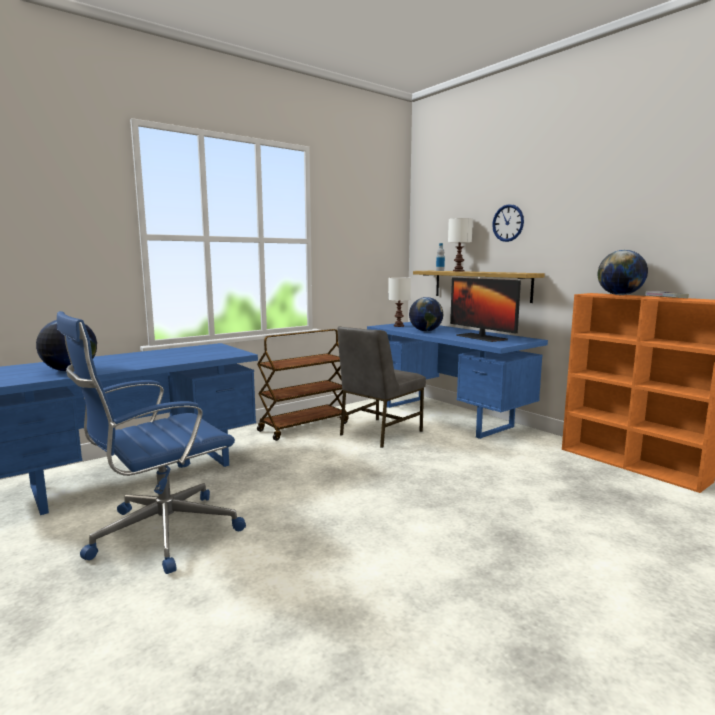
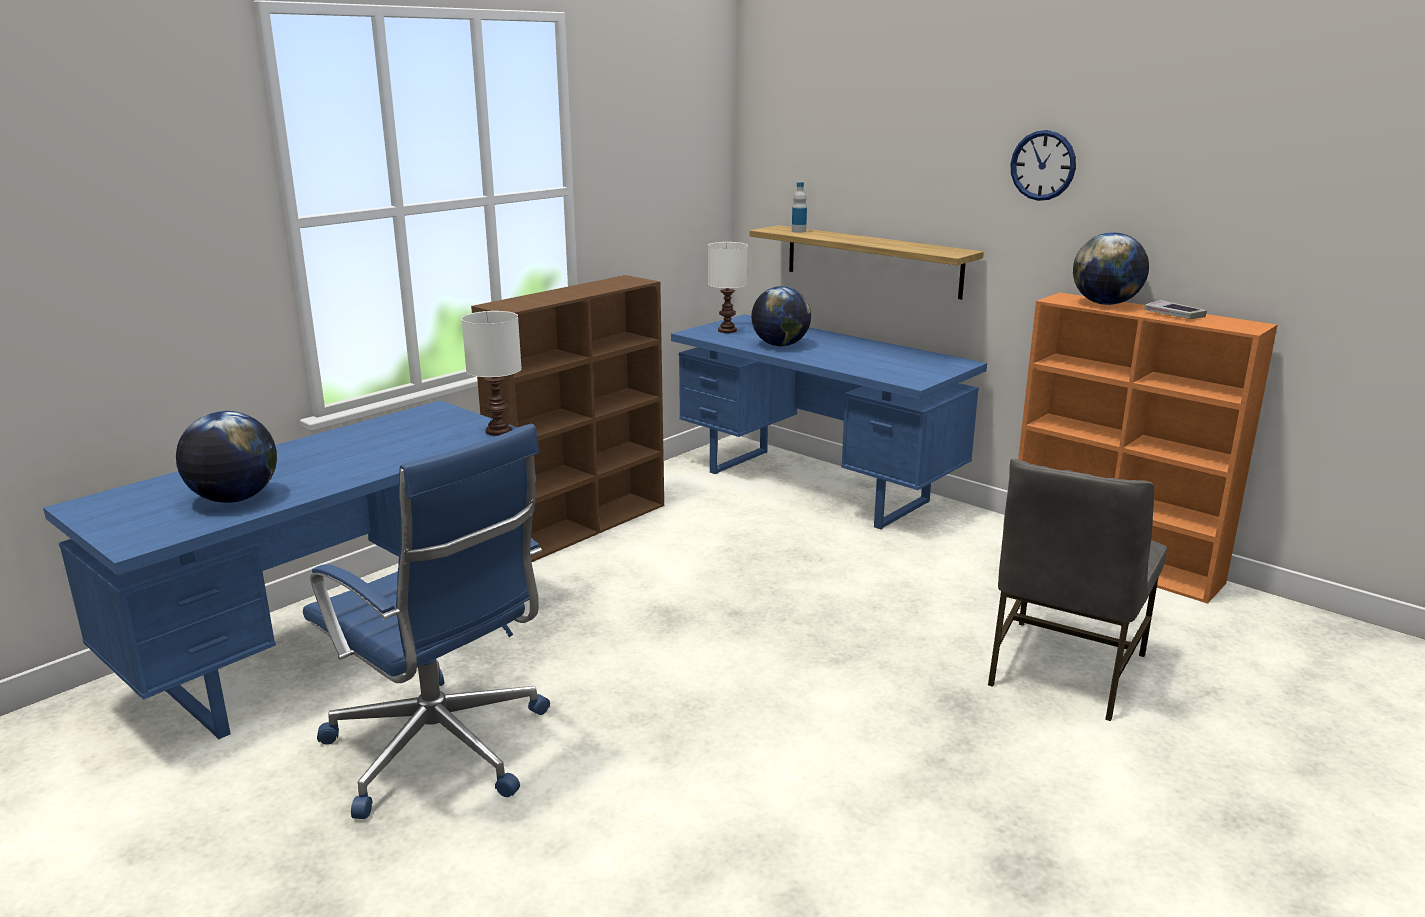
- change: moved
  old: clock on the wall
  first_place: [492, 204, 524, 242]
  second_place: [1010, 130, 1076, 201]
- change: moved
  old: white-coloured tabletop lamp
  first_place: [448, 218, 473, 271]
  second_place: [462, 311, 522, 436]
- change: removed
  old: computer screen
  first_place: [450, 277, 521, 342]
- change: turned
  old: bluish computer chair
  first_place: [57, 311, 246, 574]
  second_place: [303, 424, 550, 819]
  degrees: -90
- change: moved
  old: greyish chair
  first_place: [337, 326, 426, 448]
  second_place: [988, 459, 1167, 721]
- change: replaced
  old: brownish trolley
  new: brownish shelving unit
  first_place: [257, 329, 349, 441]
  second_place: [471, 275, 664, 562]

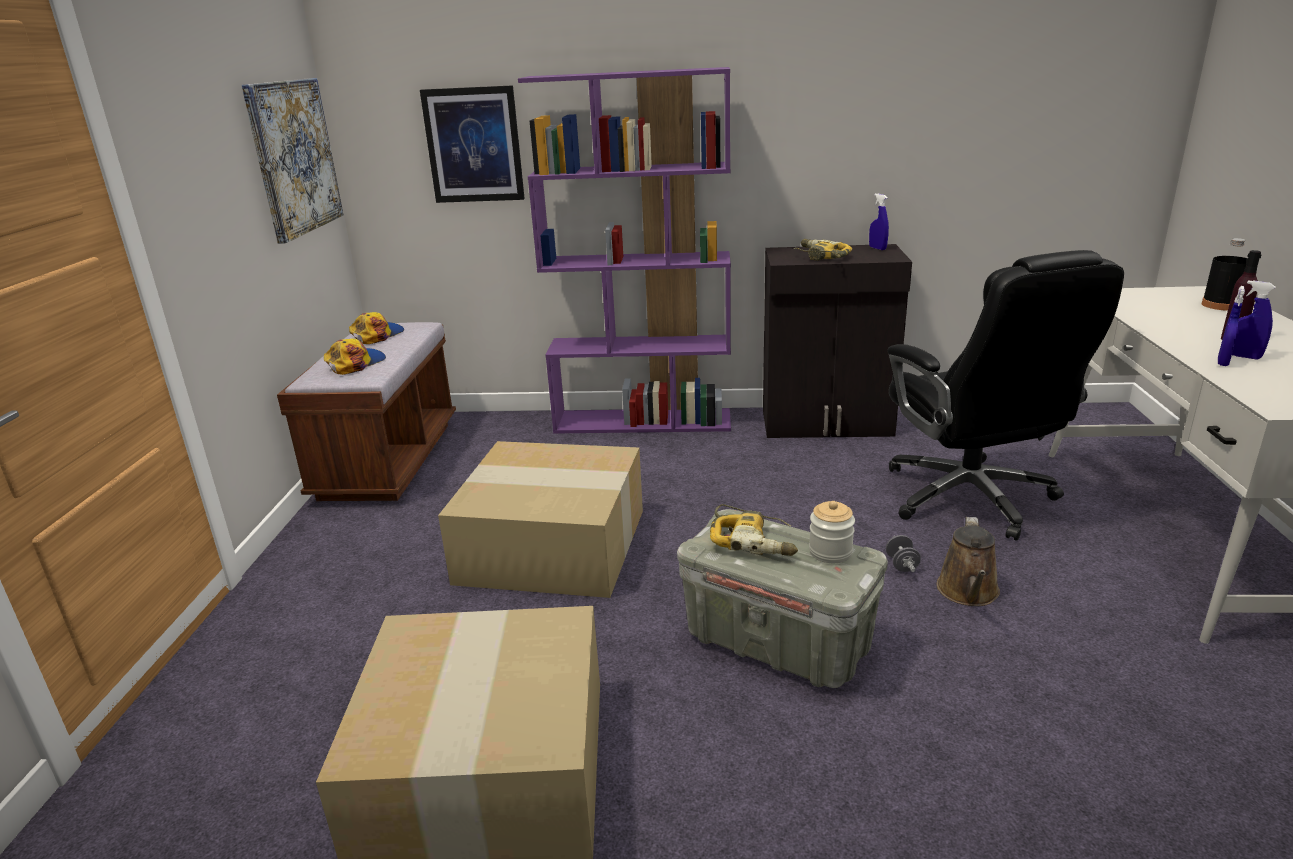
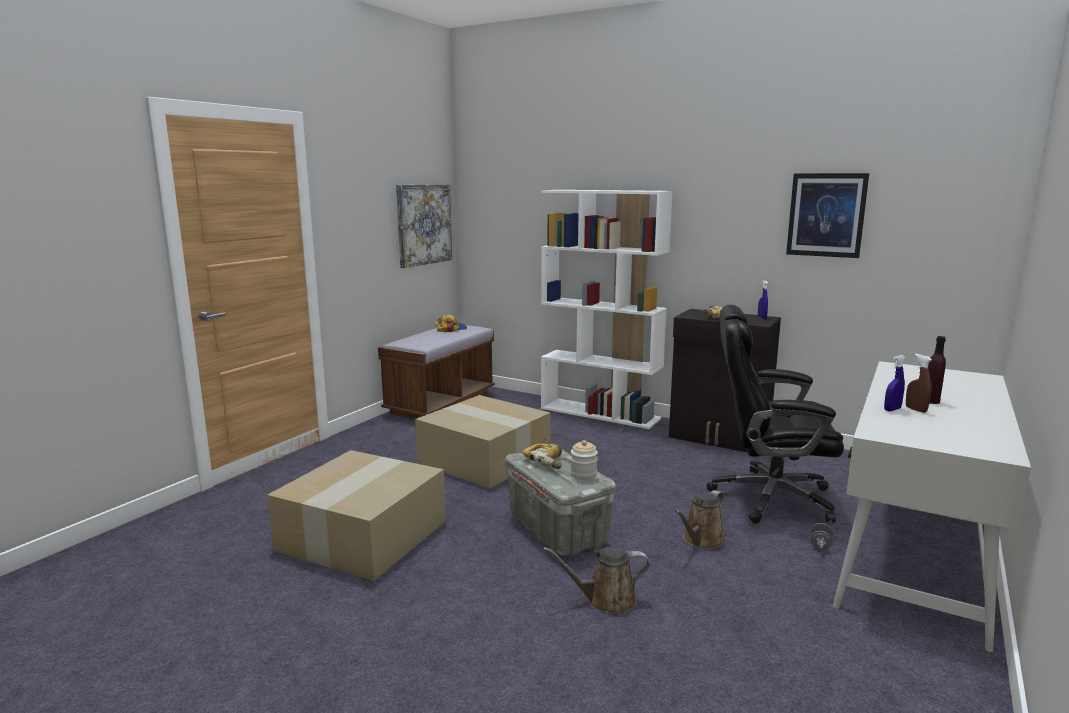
- change: recoloured
  old: purplish shelving unit
  new: white-coloured shelving unit
  first_place: [518, 67, 731, 434]
  second_place: [541, 190, 673, 429]
- change: moved
  old: wall picture
  first_place: [420, 85, 525, 203]
  second_place: [786, 173, 869, 258]
- change: removed
  old: black bottle
  first_place: [1202, 238, 1248, 311]
- change: turned
  old: black computer chair
  first_place: [887, 250, 1124, 541]
  second_place: [707, 305, 844, 524]
  degrees: 90
- change: recoloured
  old: bluish spray bottle
  new: brownish spray bottle
  first_place: [1232, 280, 1275, 359]
  second_place: [906, 354, 932, 413]
- change: removed
  old: cap
  first_place: [324, 338, 386, 375]
- change: moved
  old: greyish dumbbell
  first_place: [886, 535, 921, 572]
  second_place: [810, 523, 833, 550]
- change: added
  new: brownish watering pot
  second_place: [543, 546, 650, 614]

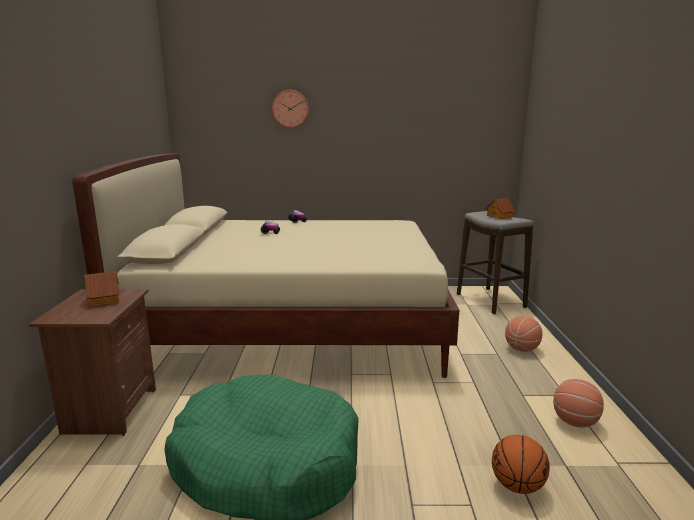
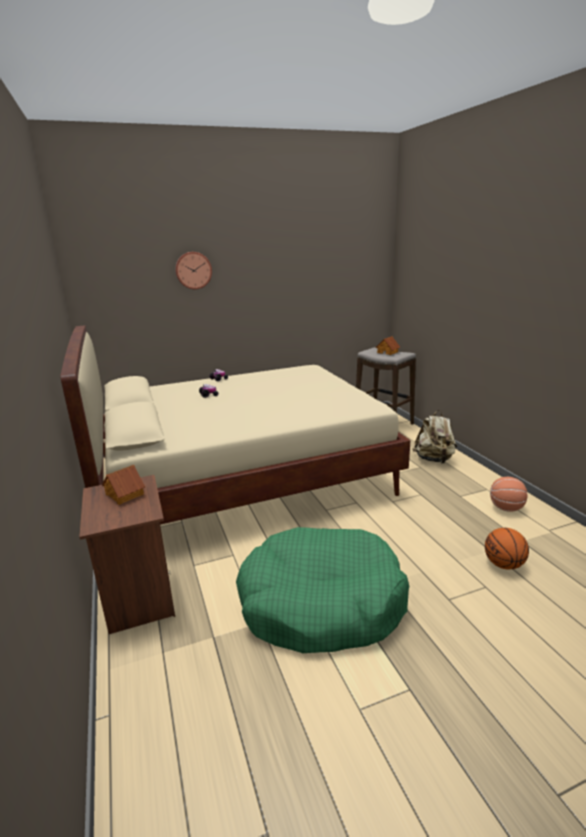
- change: replaced
  old: basketball ball
  new: sand-coloured knapsack
  first_place: [505, 316, 543, 352]
  second_place: [413, 410, 457, 464]

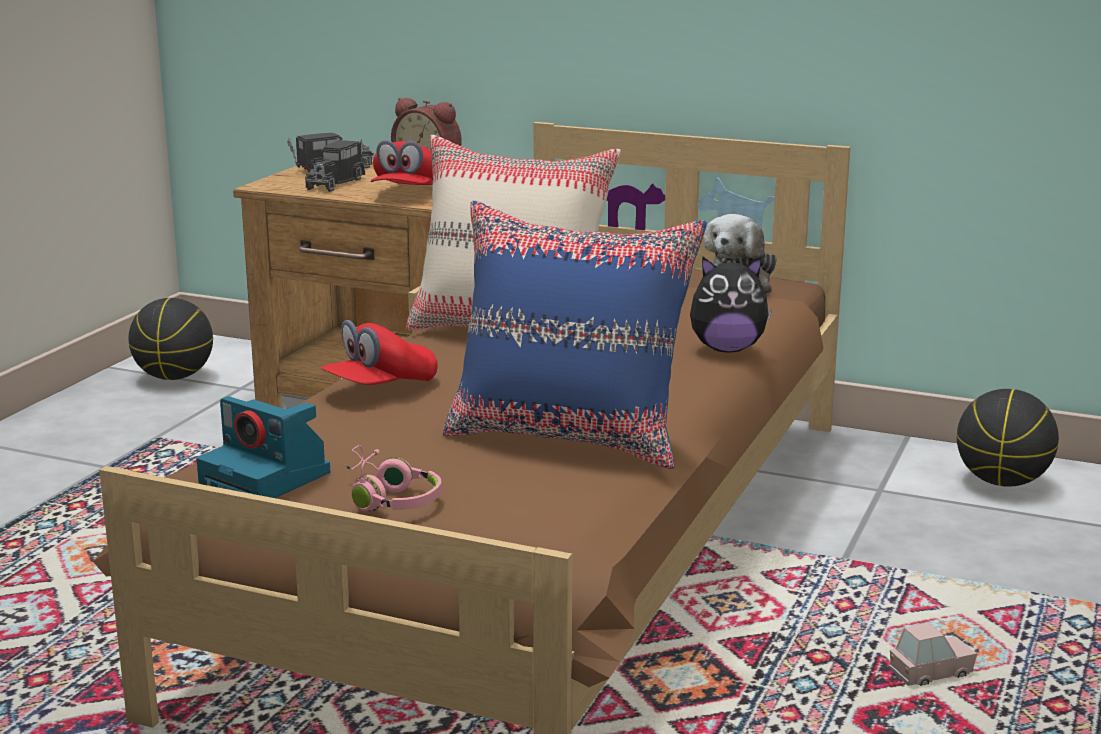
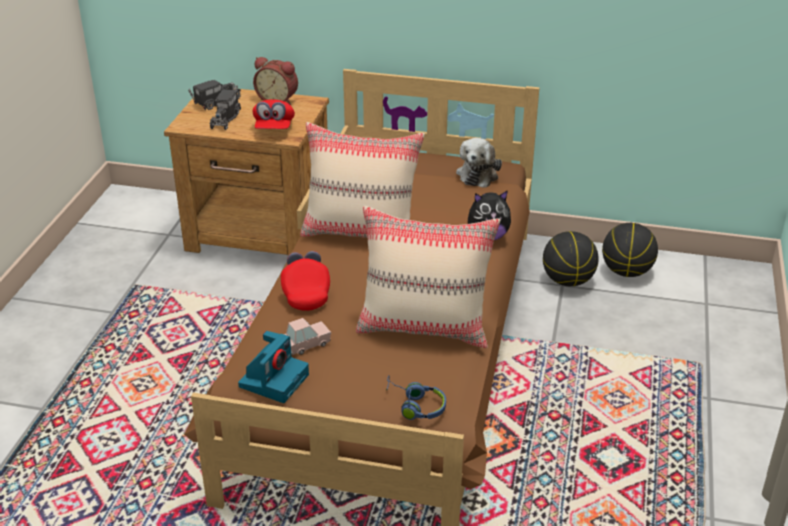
- change: recoloured
  old: bluish pillow
  new: sand-coloured pillow
  first_place: [443, 201, 707, 469]
  second_place: [356, 206, 500, 348]
- change: moved
  old: basketball ball
  first_place: [128, 298, 213, 380]
  second_place: [543, 231, 599, 286]
- change: turned
  old: red cap
  first_place: [320, 320, 438, 385]
  second_place: [281, 251, 330, 311]
  degrees: 135
- change: turned
  old: still camera
  first_place: [196, 396, 330, 498]
  second_place: [238, 331, 309, 403]
  degrees: -90
- change: removed
  old: pinkish pair of headphones
  first_place: [345, 445, 442, 511]
- change: moved
  old: pinkish toy car
  first_place: [890, 623, 977, 686]
  second_place: [284, 318, 331, 355]
- change: added
  new: bluish pair of headphones
  second_place: [386, 375, 446, 420]

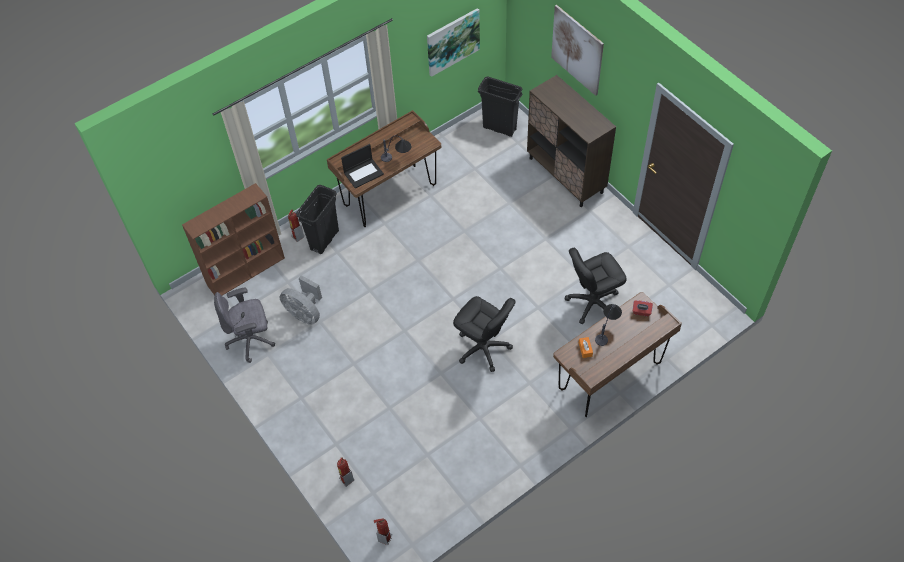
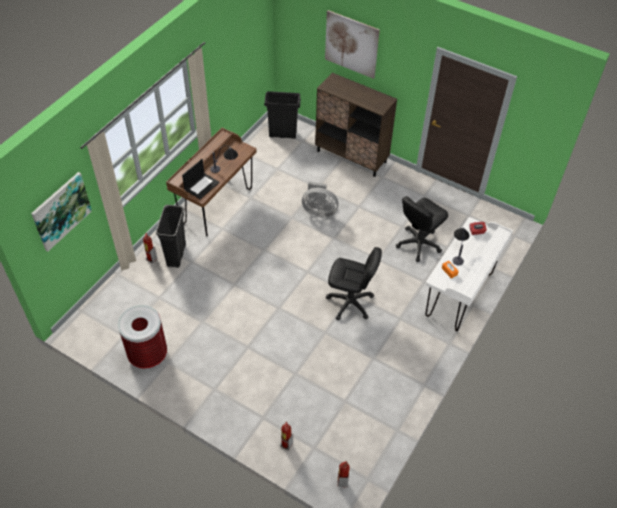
- change: moved
  old: wall picture
  first_place: [427, 8, 480, 77]
  second_place: [31, 172, 92, 251]
- change: removed
  old: brownish shelving unit
  first_place: [182, 183, 285, 296]
- change: moved
  old: greyish fan
  first_place: [280, 275, 322, 325]
  second_place: [302, 181, 339, 217]
- change: replaced
  old: greyish computer chair
  new: waste bin
  first_place: [214, 288, 275, 363]
  second_place: [118, 305, 167, 369]
- change: recoloured
  old: brownish desk
  new: white-coloured desk
  first_place: [553, 292, 682, 417]
  second_place: [425, 217, 513, 331]

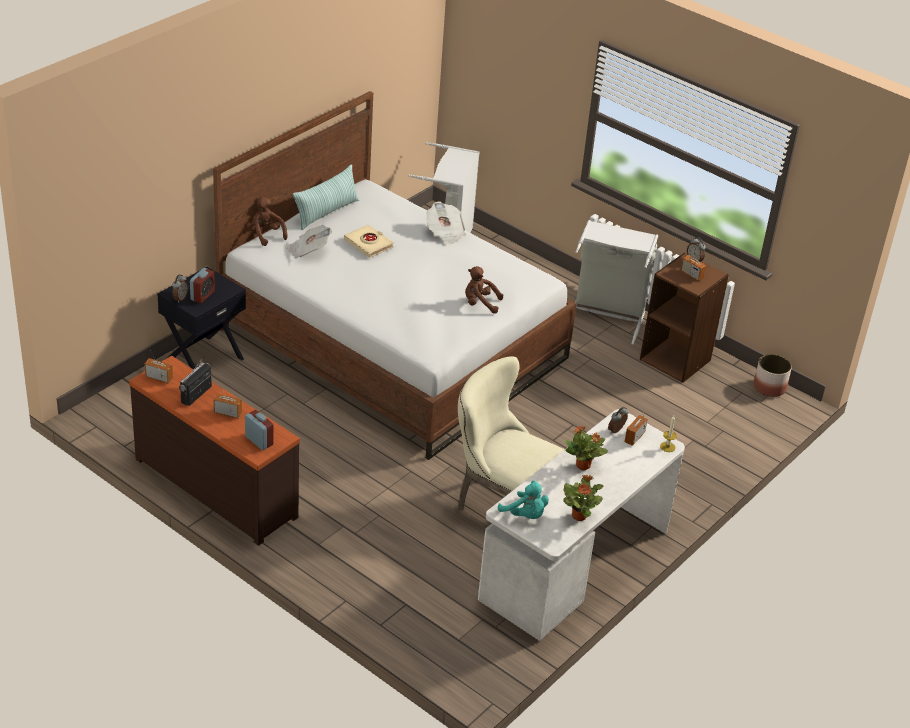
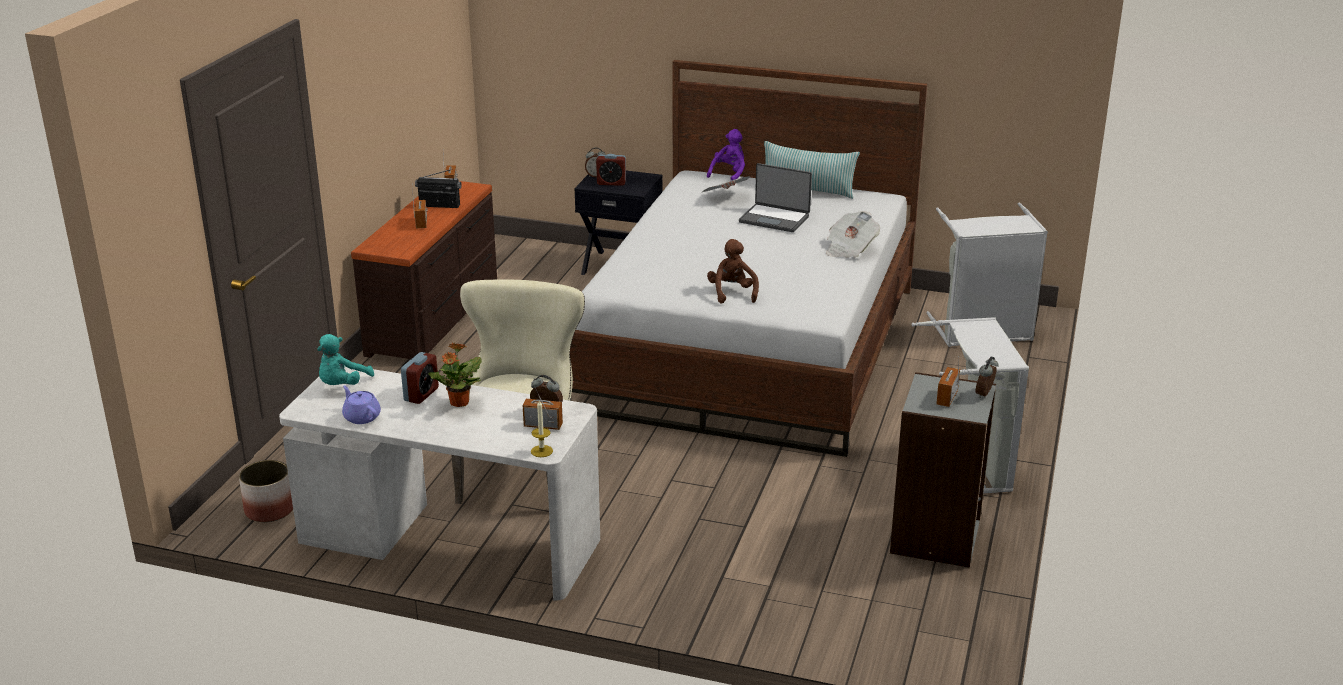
- change: recoloured
  old: brownish cuddly toy
  new: purplish cuddly toy
  first_place: [247, 197, 288, 246]
  second_place: [707, 129, 745, 181]
- change: replaced
  old: sand-coloured book
  new: portable computer
  first_place: [344, 225, 394, 258]
  second_place: [739, 163, 812, 232]
- change: recoloured
  old: brownish shelving unit
  new: greyish shelving unit
  first_place: [640, 253, 729, 383]
  second_place: [890, 372, 996, 568]
- change: moved
  old: plant pot
  first_place: [753, 354, 792, 397]
  second_place: [239, 460, 293, 522]
- change: moved
  old: alarm clock
  first_place: [245, 410, 273, 450]
  second_place: [401, 352, 439, 404]
- change: replaced
  old: plant in a pot
  new: purplish tea pot
  first_place: [563, 475, 603, 521]
  second_place: [342, 385, 381, 424]

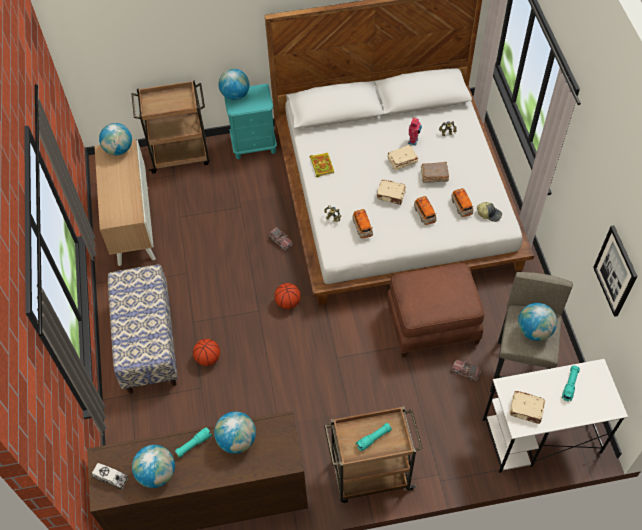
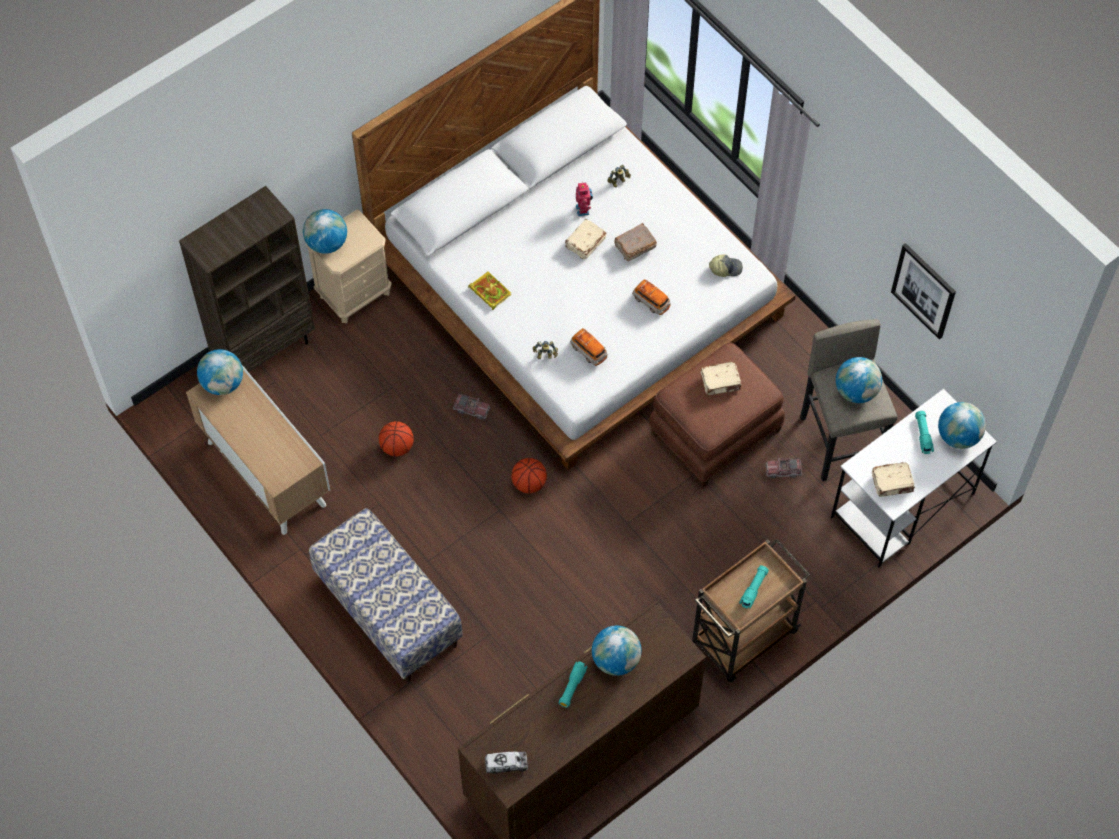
- change: replaced
  old: brownish trolley
  new: brownish shelving unit
  first_place: [132, 80, 210, 174]
  second_place: [179, 186, 315, 372]
- change: recoloured
  old: turquoise-coloured night table
  new: sand-coloured night table
  first_place: [224, 84, 277, 160]
  second_place: [306, 209, 392, 323]
- change: moved
  old: sand-coloured book
  first_place: [376, 180, 406, 205]
  second_place: [701, 362, 741, 395]
- change: removed
  old: toy car
  first_place: [451, 188, 473, 217]
- change: moved
  old: basketball ball
  first_place: [193, 339, 220, 366]
  second_place: [378, 421, 414, 457]
- change: moved
  old: world globe
  first_place: [132, 445, 175, 488]
  second_place: [938, 402, 986, 449]

